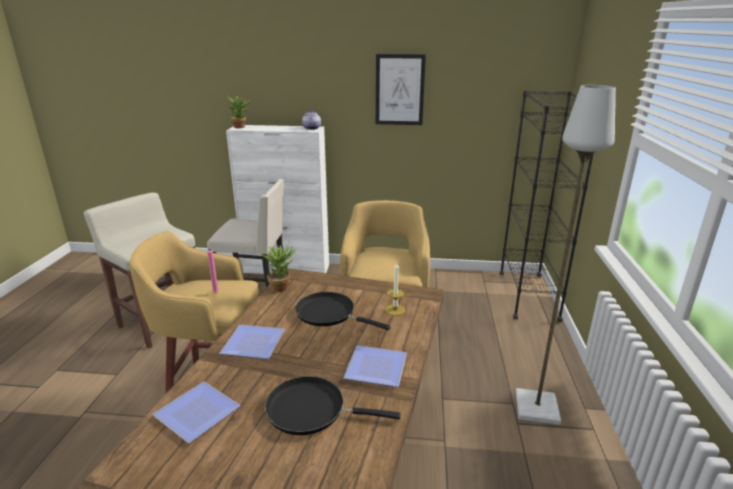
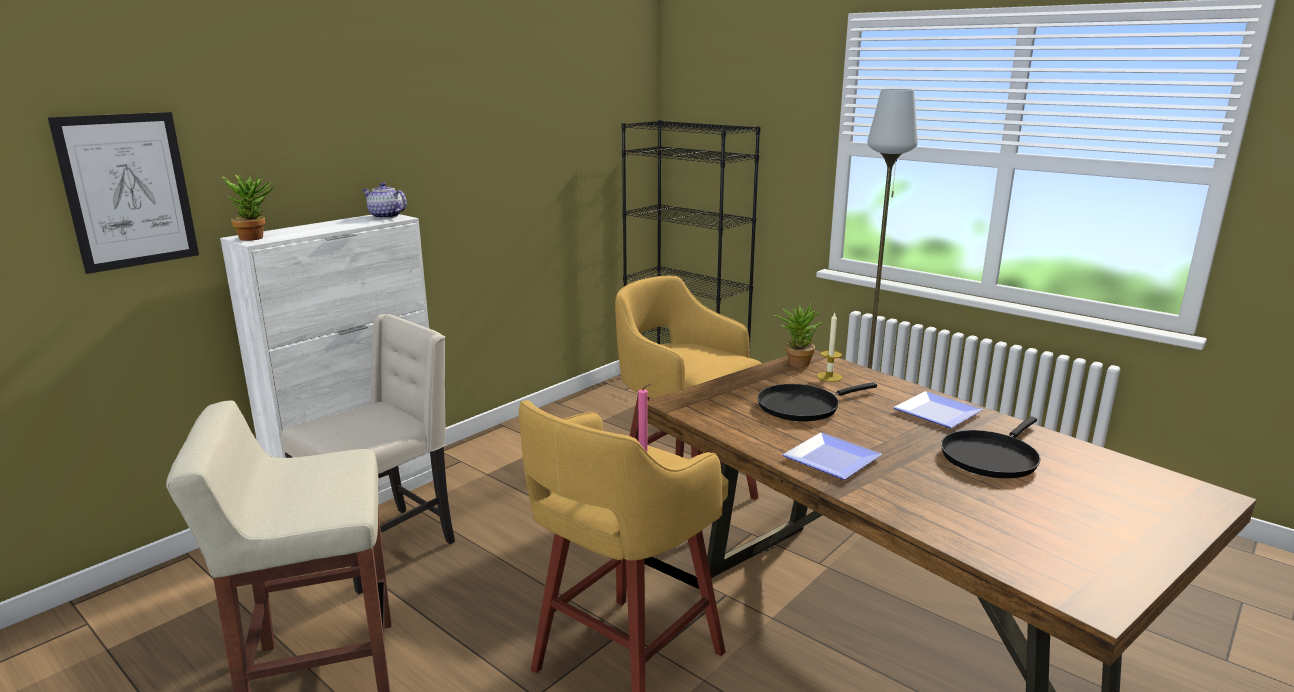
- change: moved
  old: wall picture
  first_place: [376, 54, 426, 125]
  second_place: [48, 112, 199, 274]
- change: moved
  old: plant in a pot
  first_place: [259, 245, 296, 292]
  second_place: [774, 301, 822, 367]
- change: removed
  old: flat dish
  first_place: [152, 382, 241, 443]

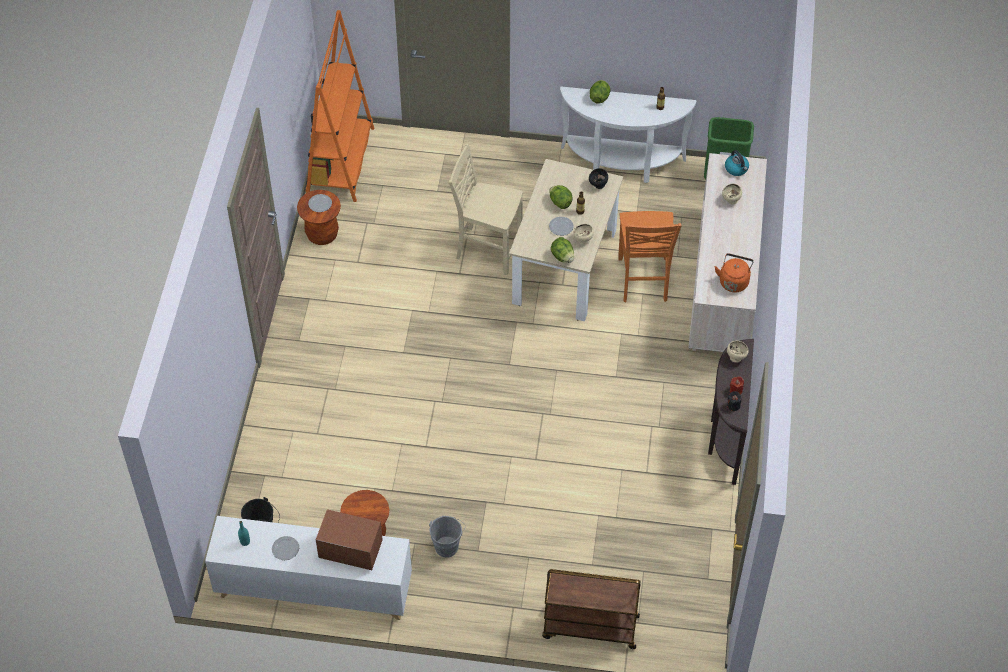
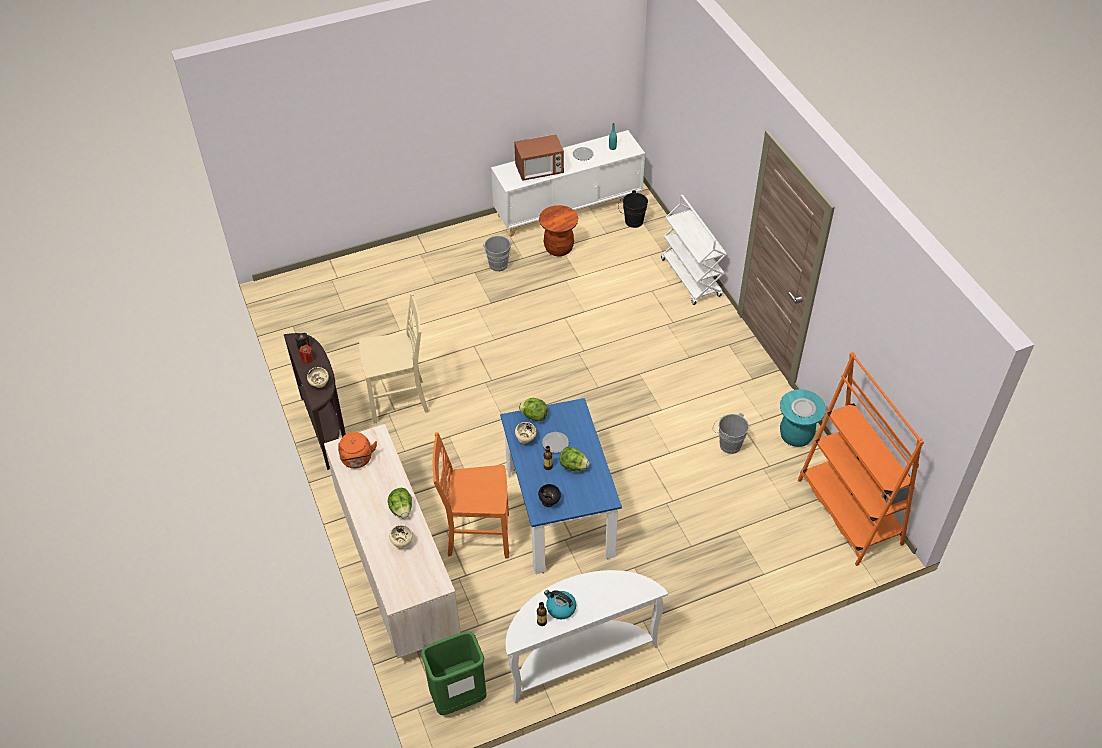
- change: moved
  old: lettuce
  first_place: [590, 80, 611, 104]
  second_place: [388, 488, 412, 518]
- change: moved
  old: sand-coloured chair
  first_place: [449, 143, 523, 275]
  second_place: [359, 293, 429, 424]
- change: moved
  old: tea kettle
  first_place: [725, 150, 749, 176]
  second_place: [544, 590, 576, 619]
- change: recoloured
  old: sand-coloured kitchen table
  new: bluish kitchen table
  first_place: [509, 159, 623, 321]
  second_place: [500, 398, 622, 574]
- change: recoloured
  old: brownish stool seat
  new: turquoise-coloured stool seat
  first_place: [297, 190, 341, 245]
  second_place: [780, 390, 826, 447]
- change: turned
  old: orange chair
  first_place: [618, 211, 682, 302]
  second_place: [433, 432, 509, 558]
  degrees: -60
- change: removed
  old: brownish trolley
  first_place: [542, 569, 640, 649]
- change: added
  new: white-coloured trolley
  second_place: [661, 195, 727, 305]
- change: added
  new: greyish bucket
  second_place: [713, 413, 749, 454]

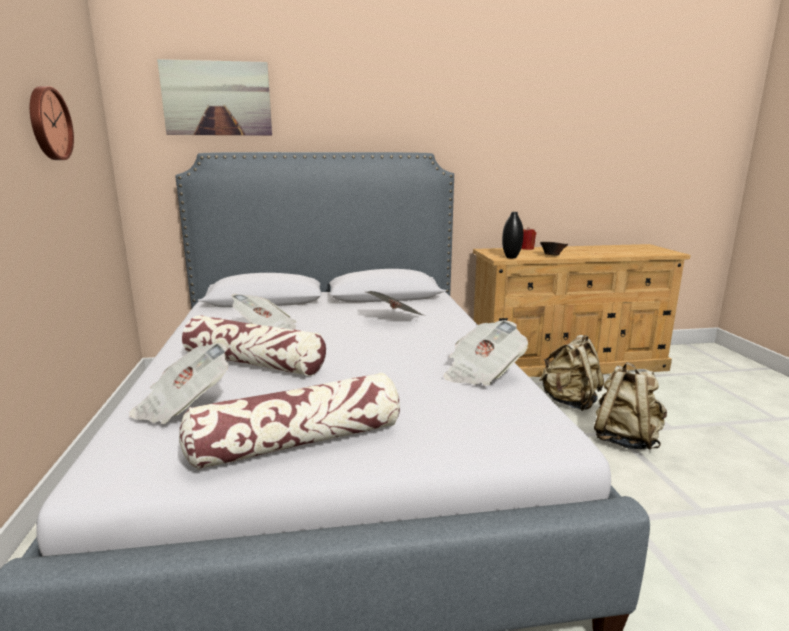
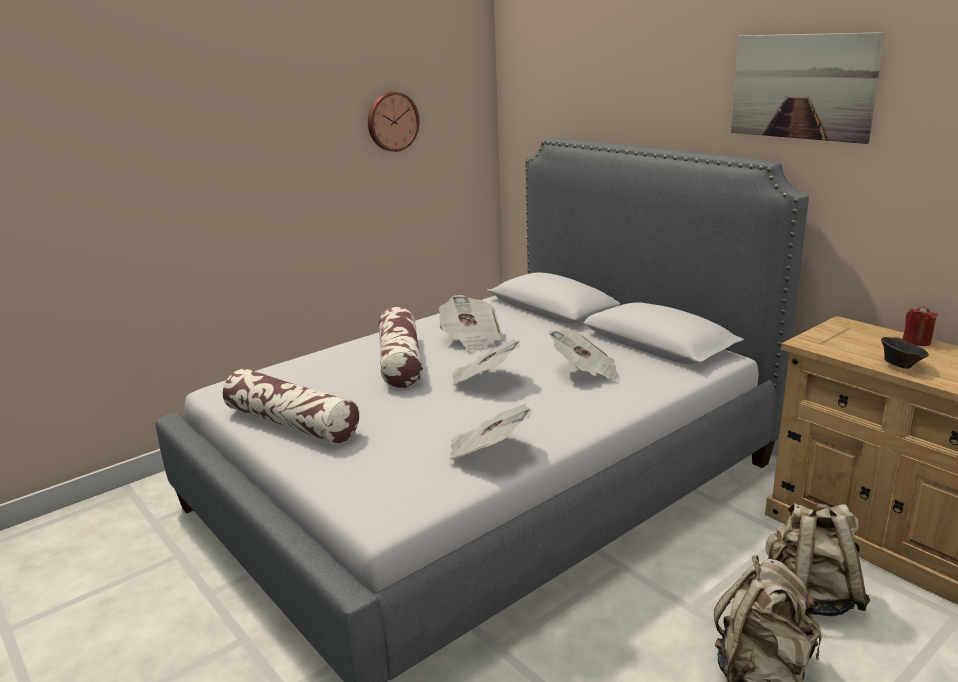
- change: moved
  old: wall picture
  first_place: [157, 59, 272, 136]
  second_place: [731, 32, 885, 144]
- change: removed
  old: black vase
  first_place: [502, 212, 524, 258]
- change: moved
  old: daily paper
  first_place: [129, 343, 229, 424]
  second_place: [452, 339, 521, 385]

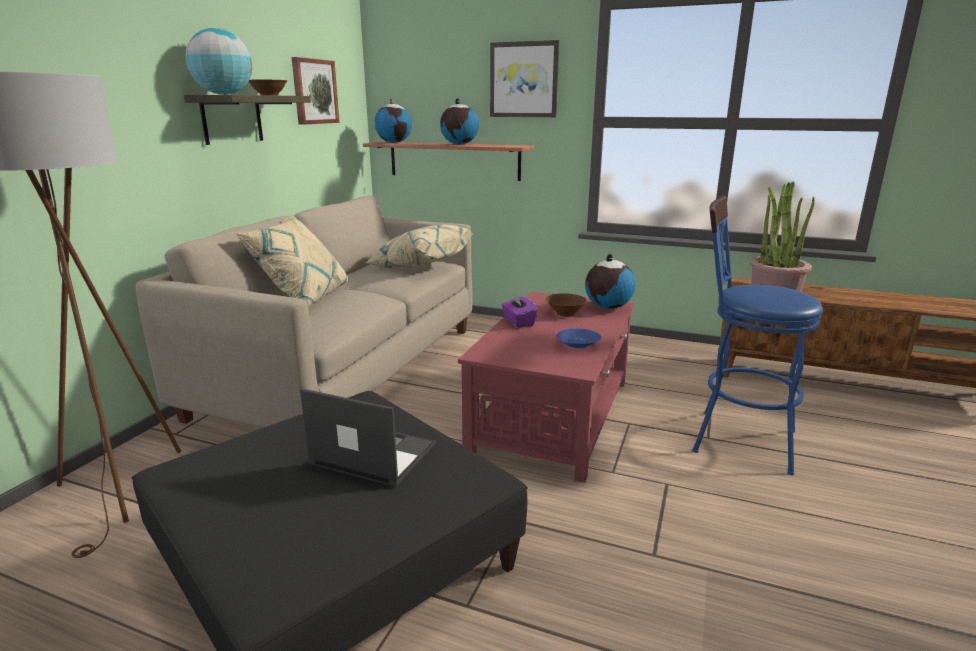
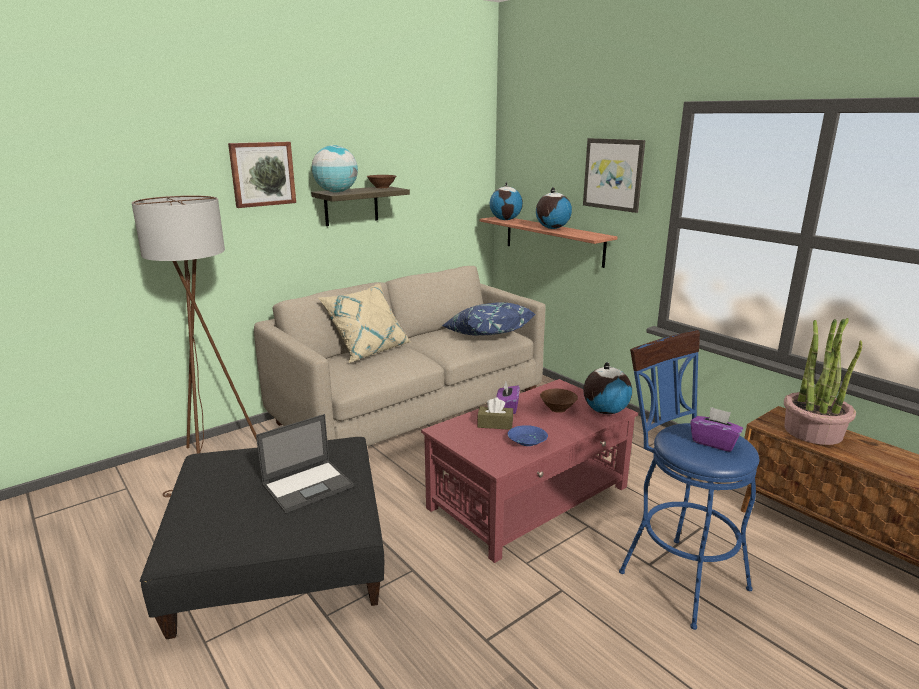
- change: moved
  old: wall picture
  first_place: [292, 57, 340, 125]
  second_place: [228, 142, 296, 208]
- change: recoloured
  old: sand-coloured pillow
  new: bluish pillow
  first_place: [366, 225, 473, 268]
  second_place: [443, 302, 536, 336]
- change: turned
  old: portable computer
  first_place: [300, 388, 436, 487]
  second_place: [256, 414, 354, 513]
  degrees: 90
- change: added
  new: brownish box of tissues
  second_place: [477, 397, 513, 430]
- change: added
  new: purplish box of tissues
  second_place: [690, 407, 743, 452]

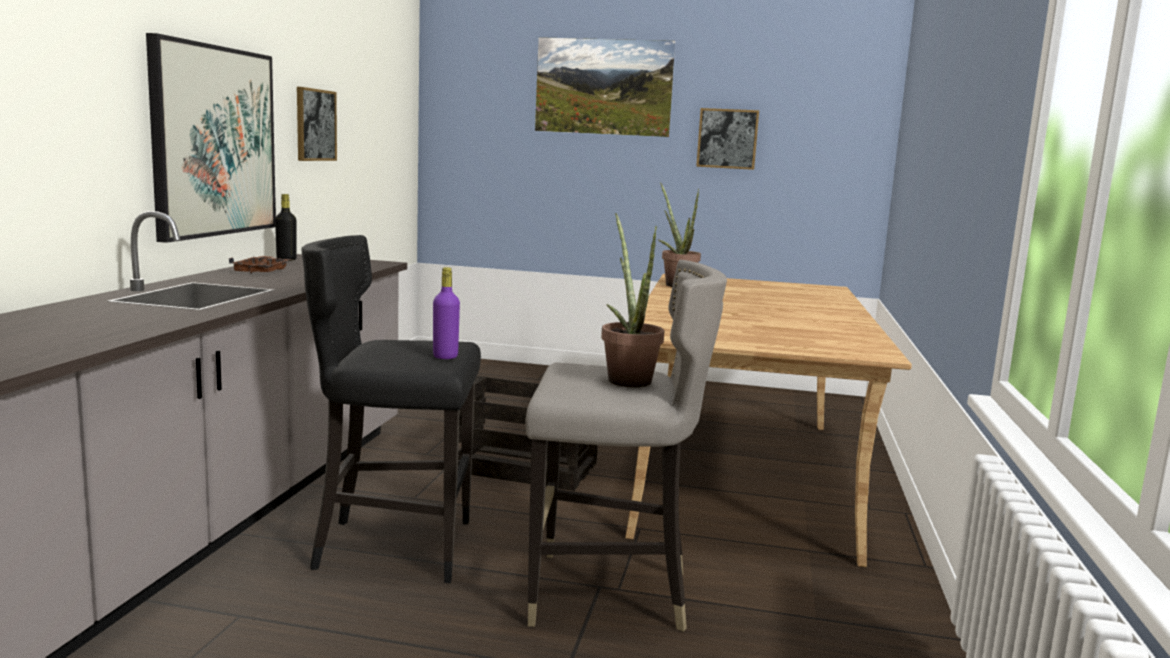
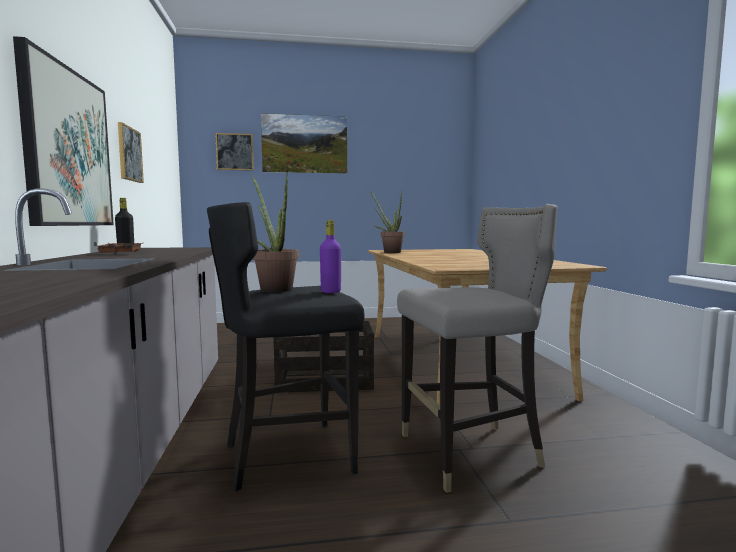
- change: moved
  old: wall picture
  first_place: [696, 108, 759, 170]
  second_place: [215, 133, 254, 171]
- change: moved
  old: plant in a pot
  first_place: [601, 213, 664, 387]
  second_place: [251, 172, 299, 292]

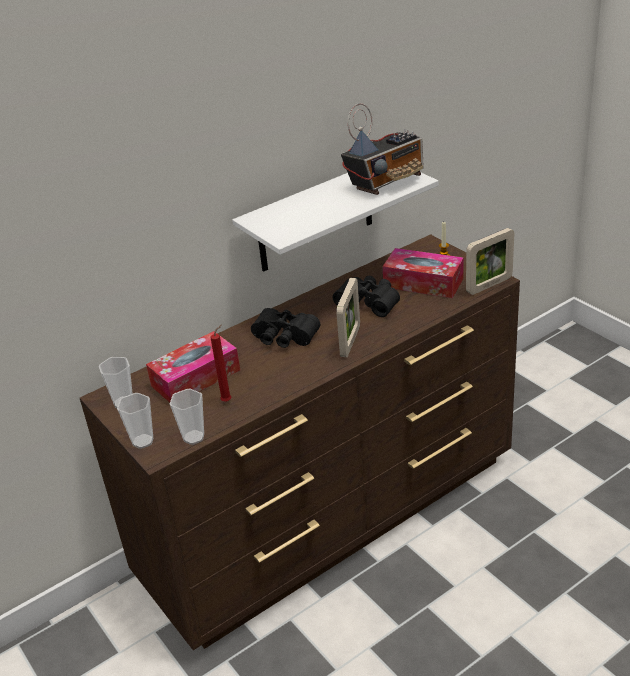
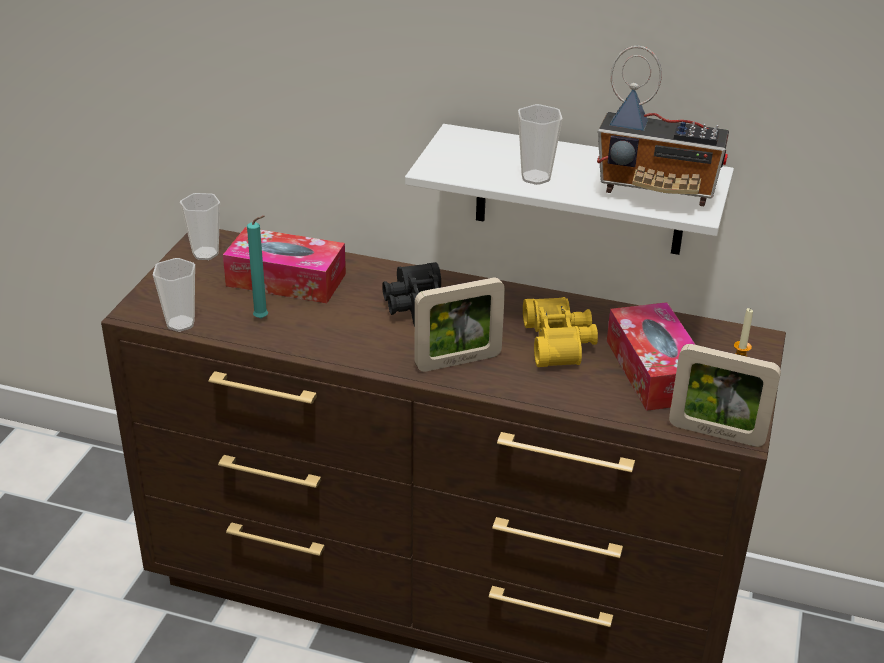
- change: recoloured
  old: black binoculars
  new: yellowish binoculars
  first_place: [333, 275, 400, 317]
  second_place: [523, 297, 598, 367]
- change: recoloured
  old: red candle
  new: turquoise-coloured candle
  first_place: [210, 325, 231, 402]
  second_place: [247, 216, 268, 319]
- change: moved
  old: cup
  first_place: [117, 393, 153, 449]
  second_place: [518, 104, 563, 185]

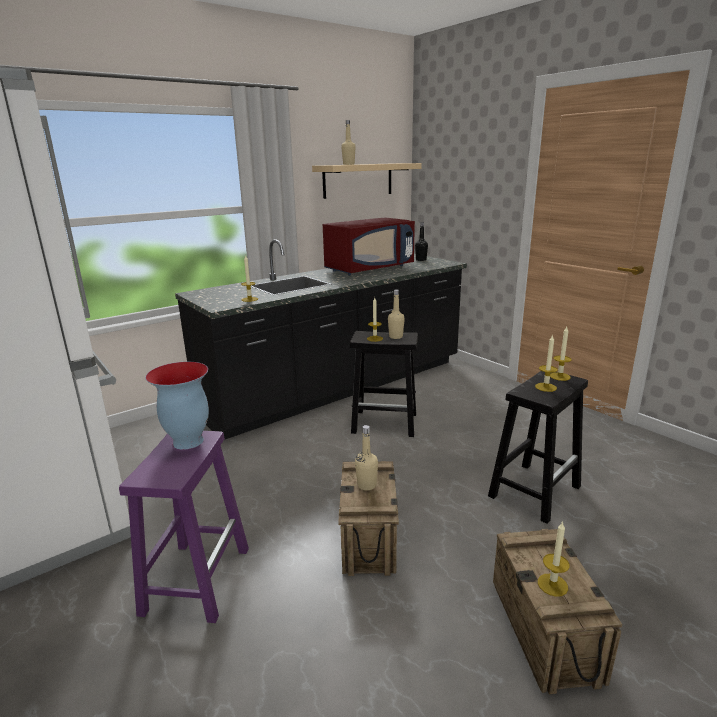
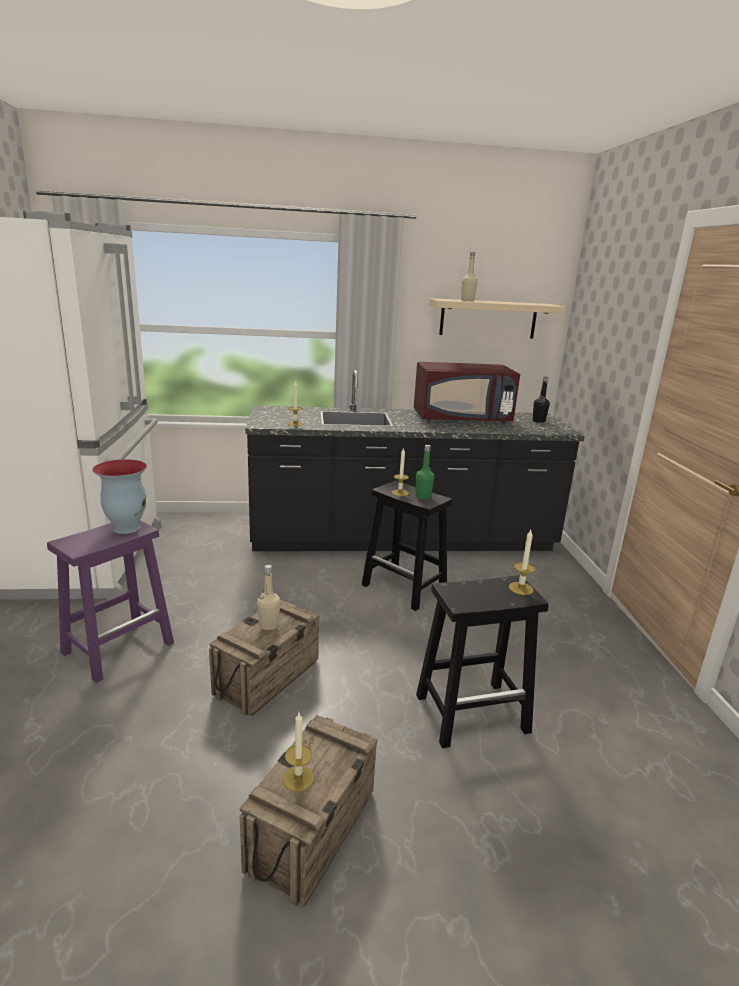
- change: recoloured
  old: sand-coloured bottle
  new: green-coloured bottle
  first_place: [388, 289, 405, 339]
  second_place: [416, 445, 434, 499]
- change: removed
  old: candle
  first_place: [535, 334, 558, 392]

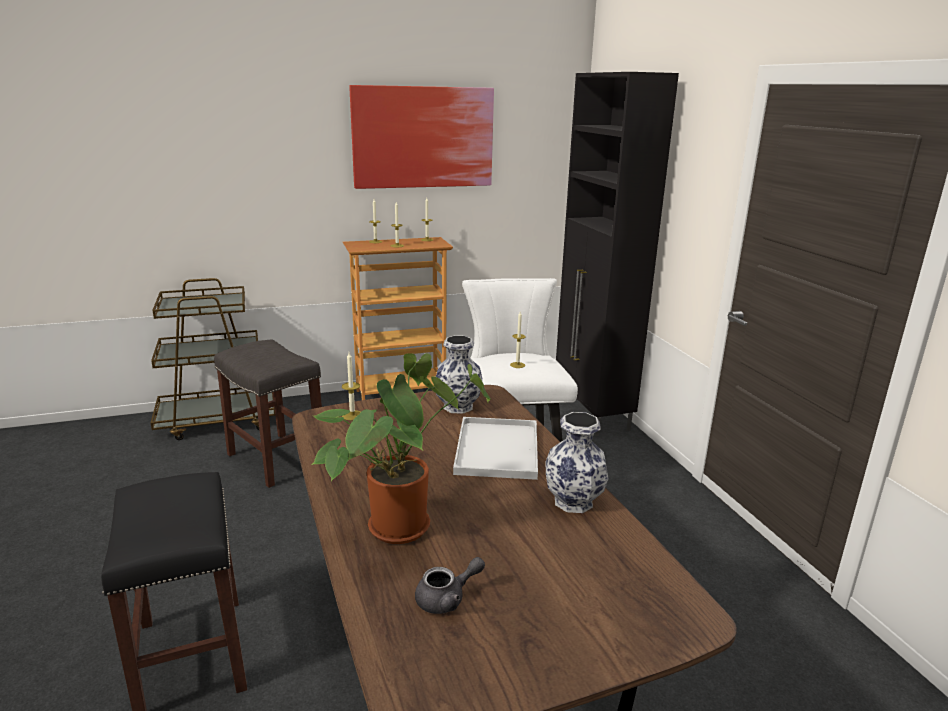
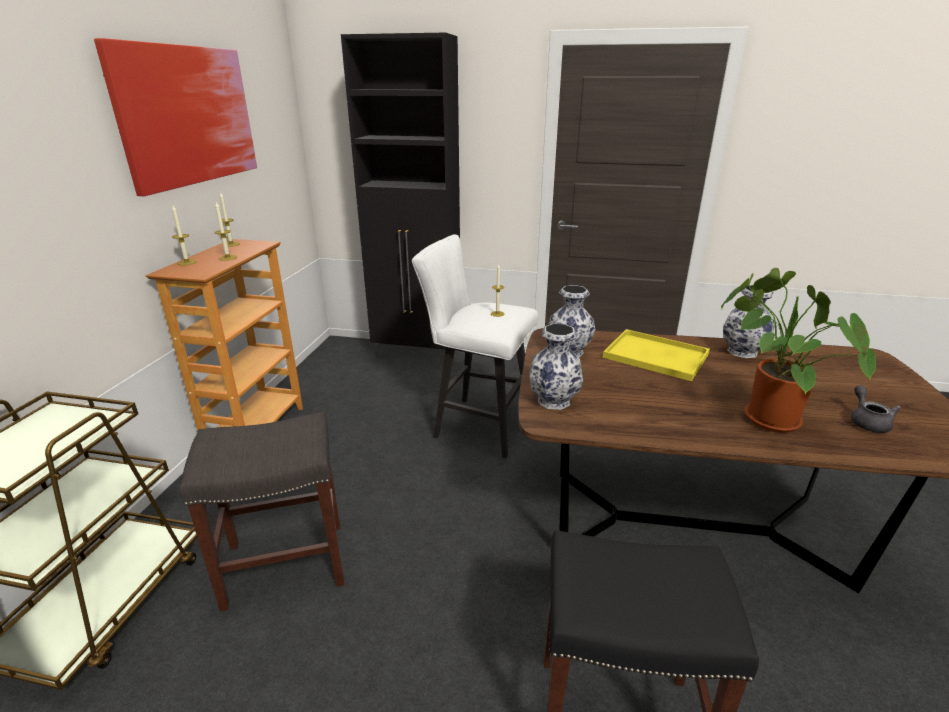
- change: replaced
  old: candle
  new: vase
  first_place: [342, 353, 361, 420]
  second_place: [530, 323, 583, 410]
- change: recoloured
  old: white-coloured carrying tray
  new: yellowish carrying tray
  first_place: [453, 417, 538, 480]
  second_place: [603, 329, 710, 381]

